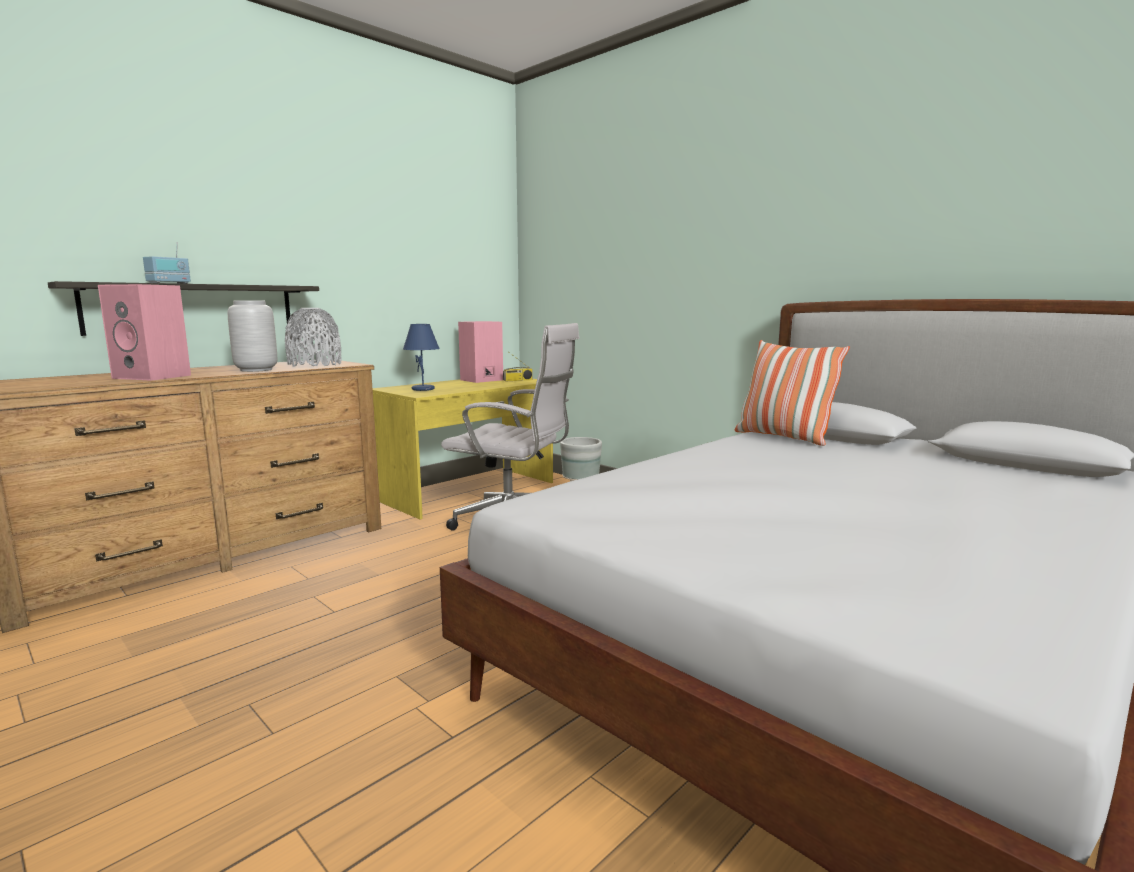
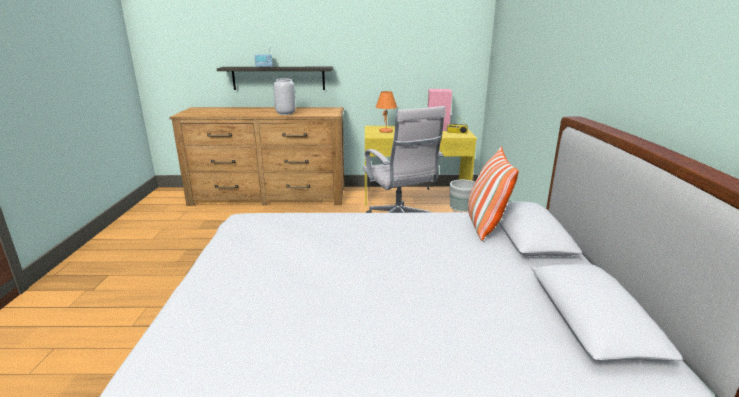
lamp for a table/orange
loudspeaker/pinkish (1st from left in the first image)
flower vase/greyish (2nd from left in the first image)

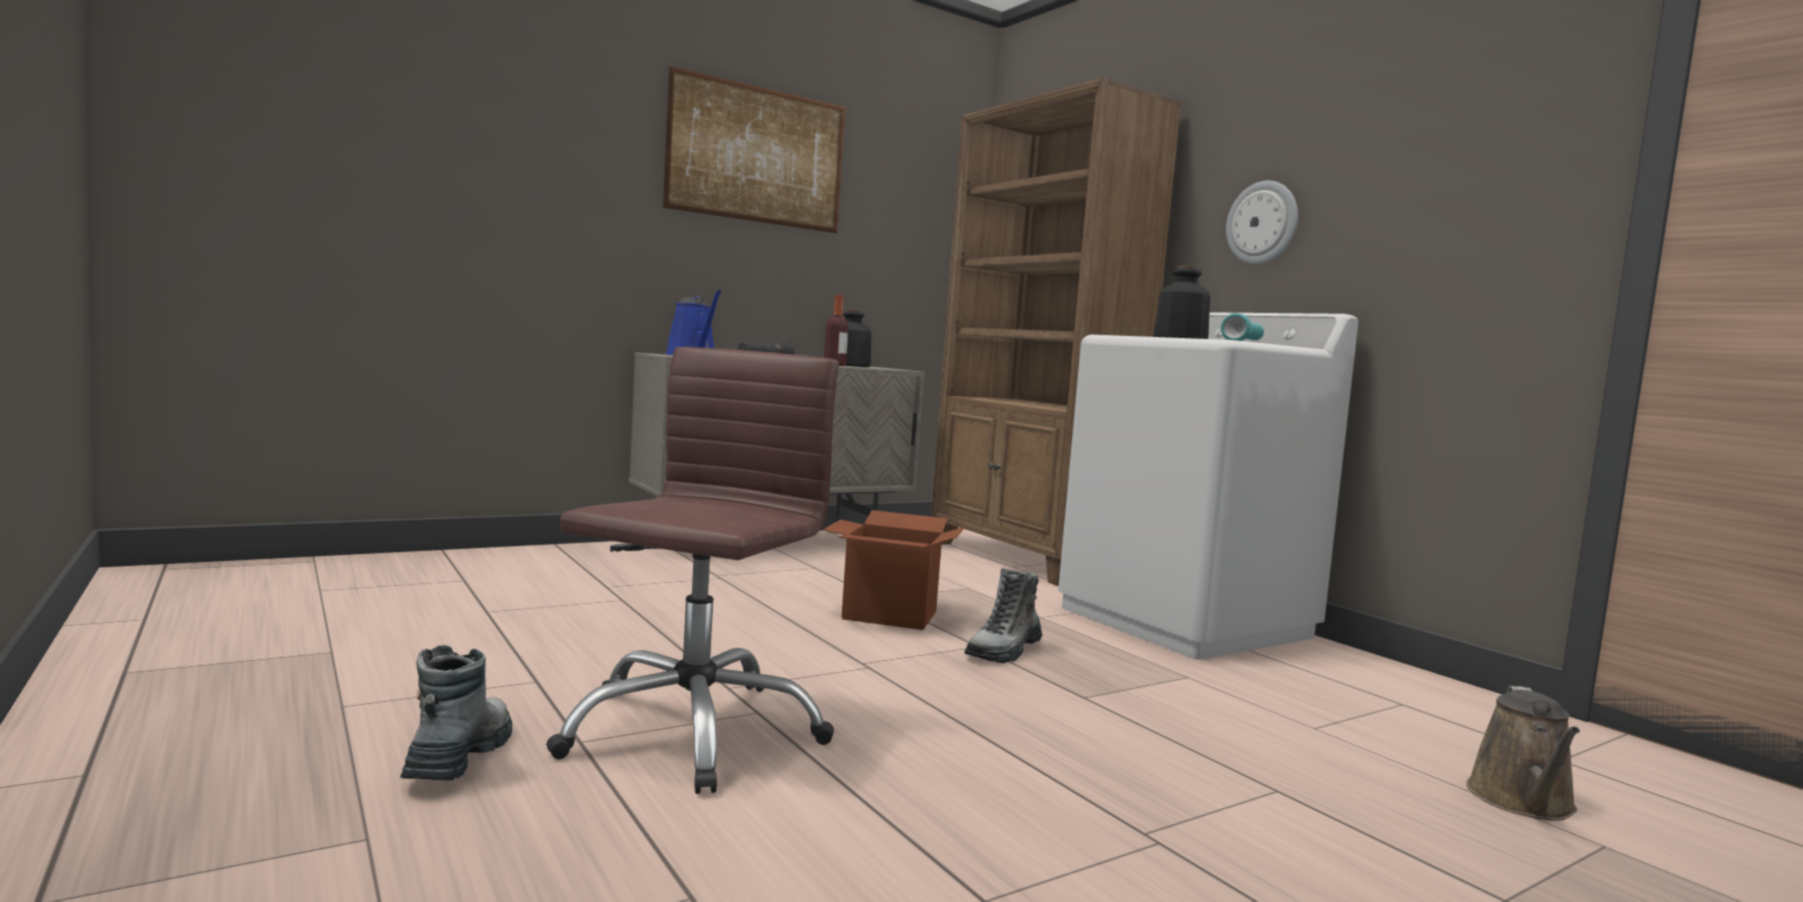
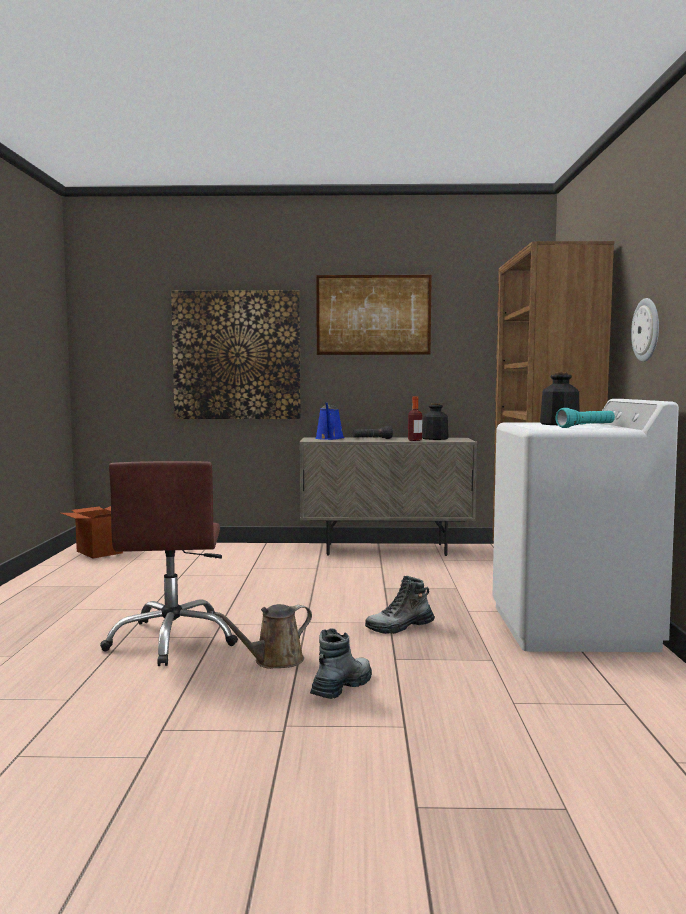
packing box
desk chair/brown
wall art (1st from left)
watering pot/brown
high-top boot (1st from left)

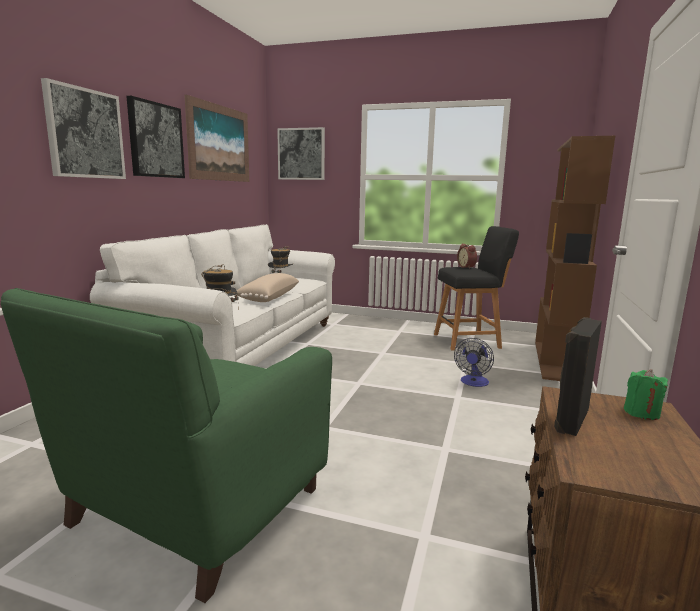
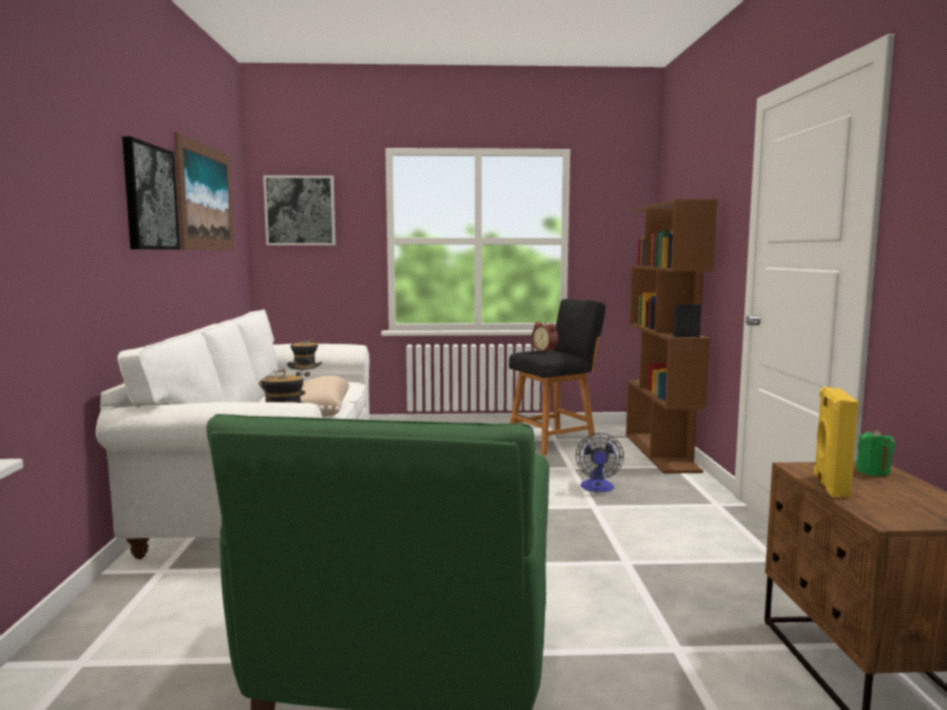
loudspeaker/yellowish
wall art (1st from left in the first image)

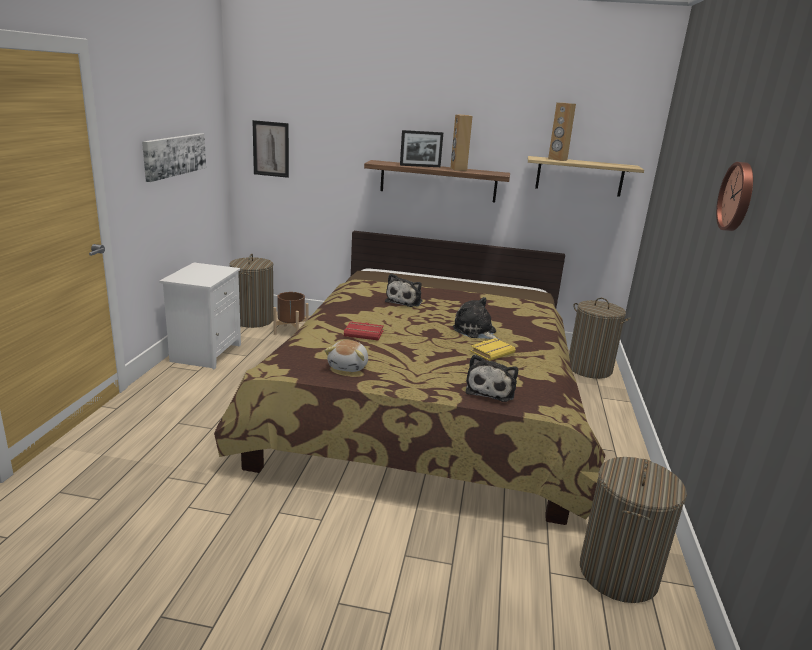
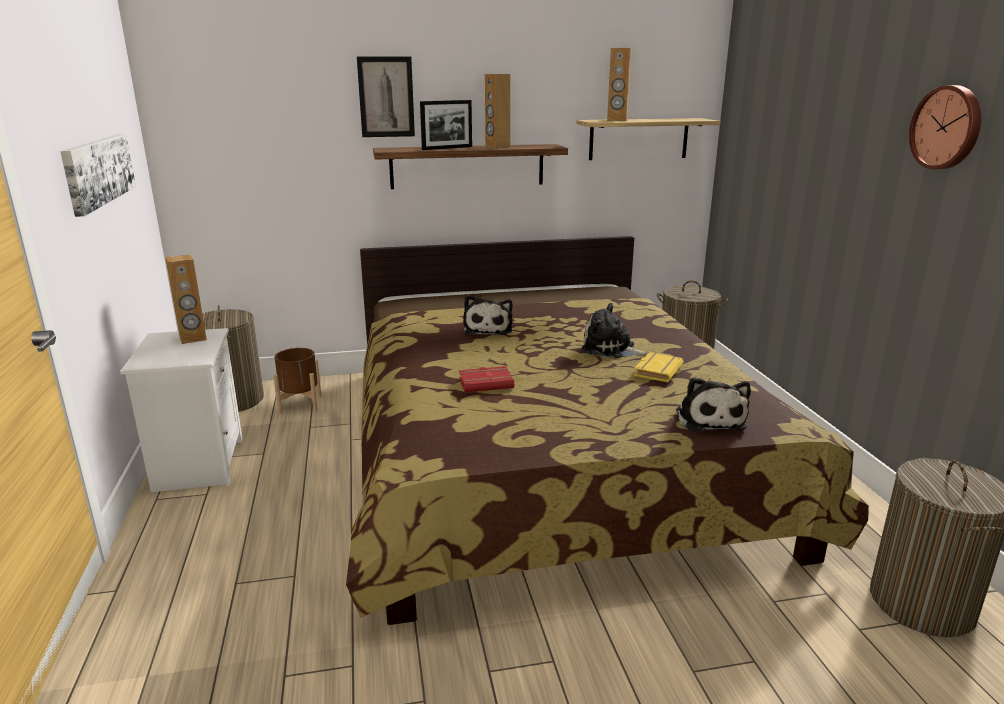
loudspeaker/brown (1st from left)
wall art (2nd from left)
plush toy (1st from left in the first image)

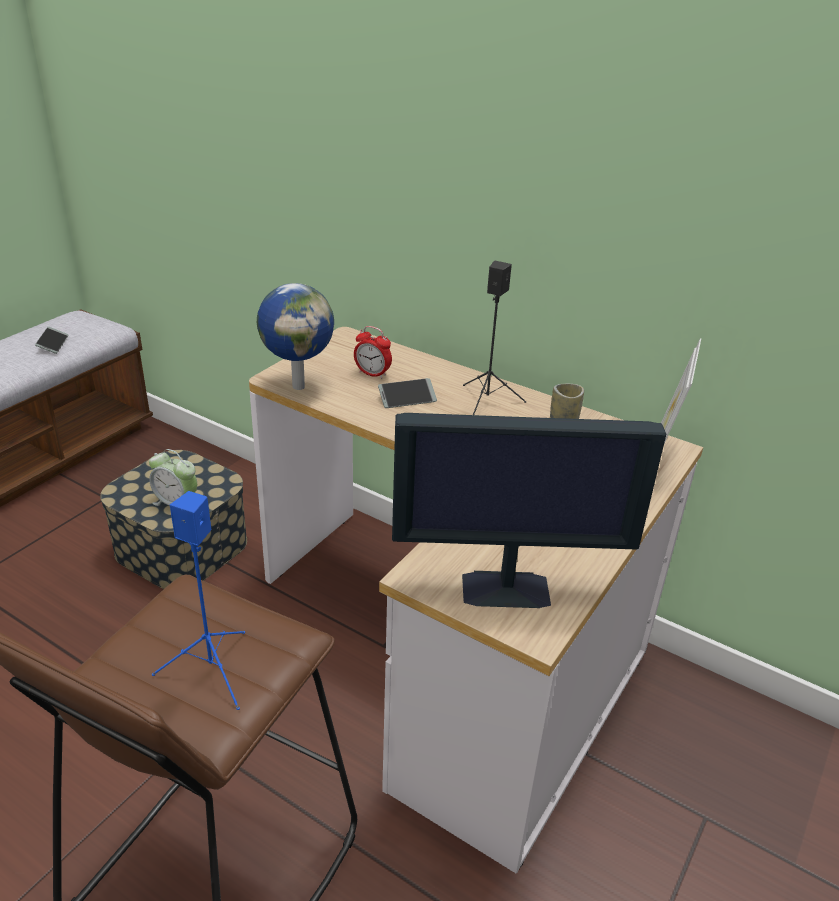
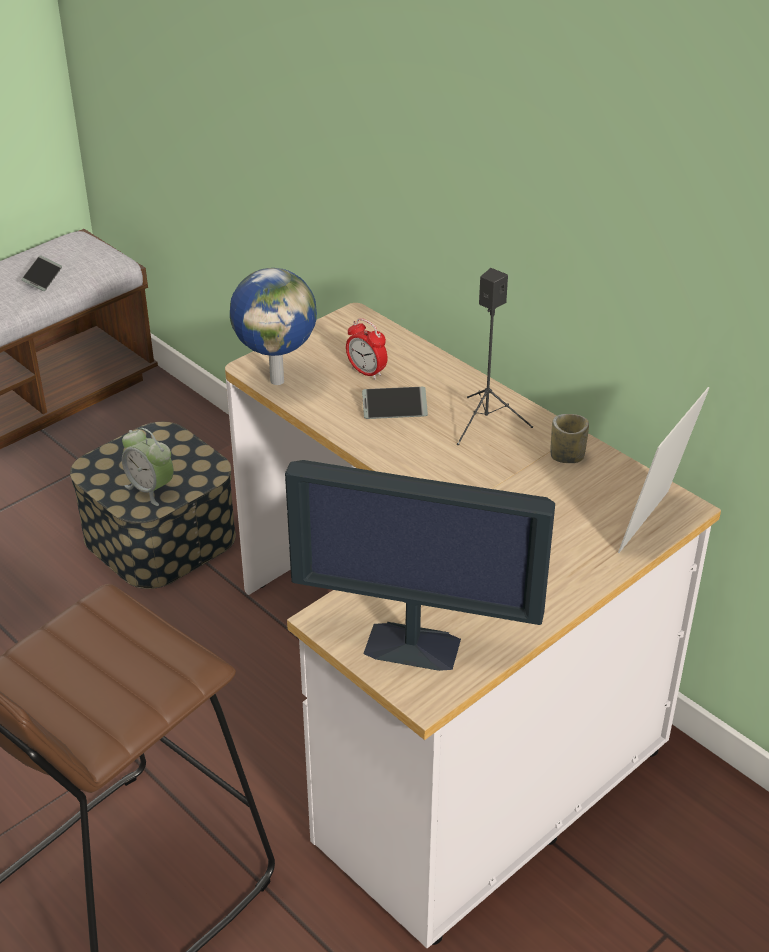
loudspeaker/bluish

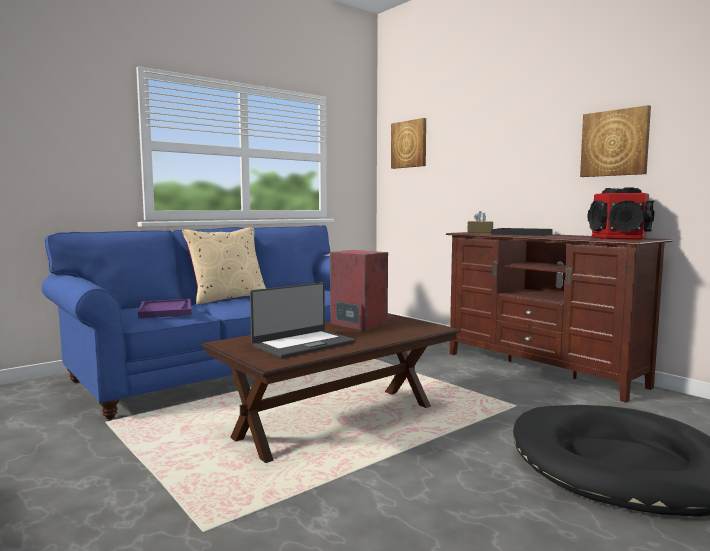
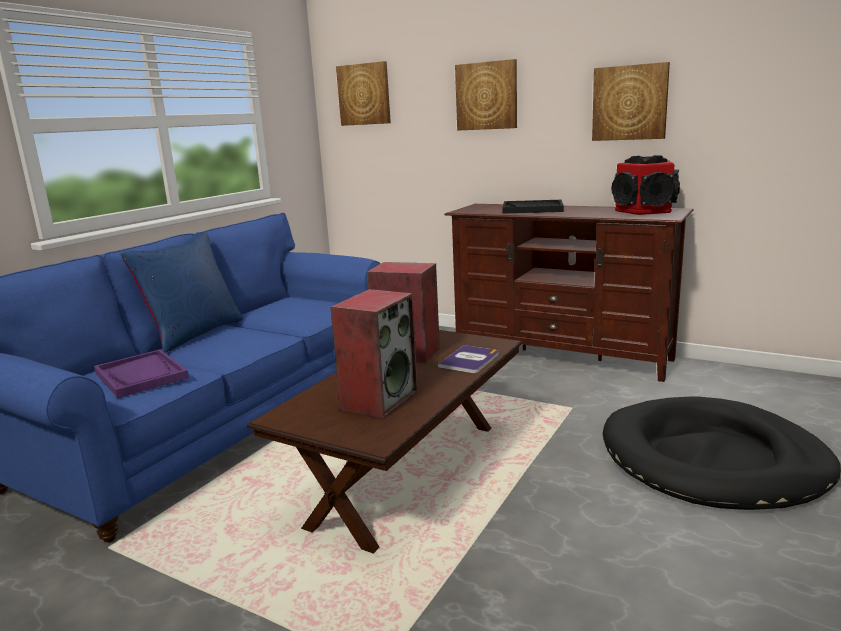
pillow/bluish
loudspeaker (1st from left)
volume
wall art (2nd from left)
box of tissues/brown

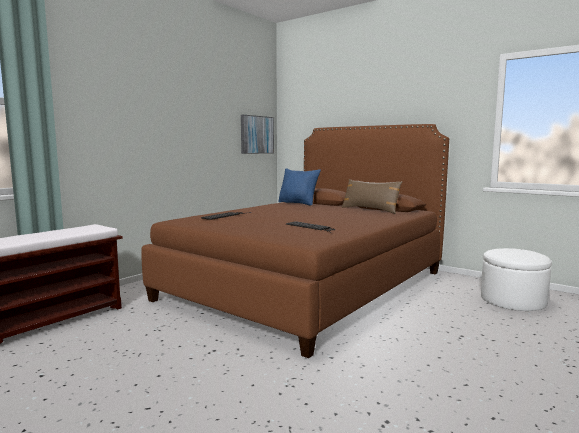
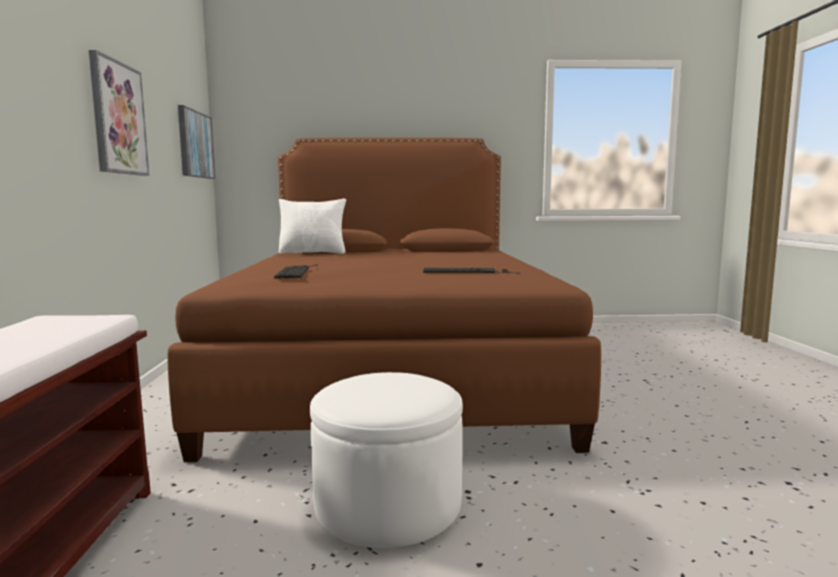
wall art (1st from left)
pillow/whitish
ottoman/whitish
pillow/brown

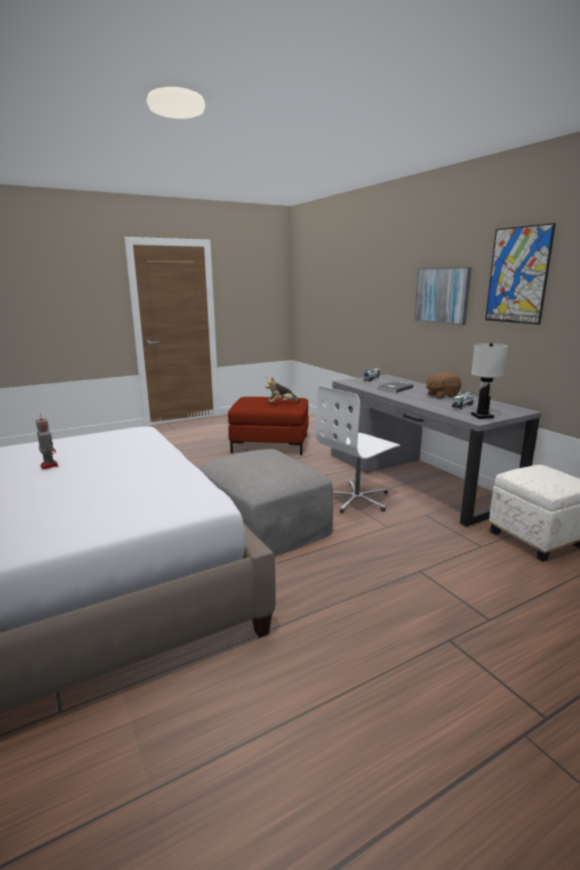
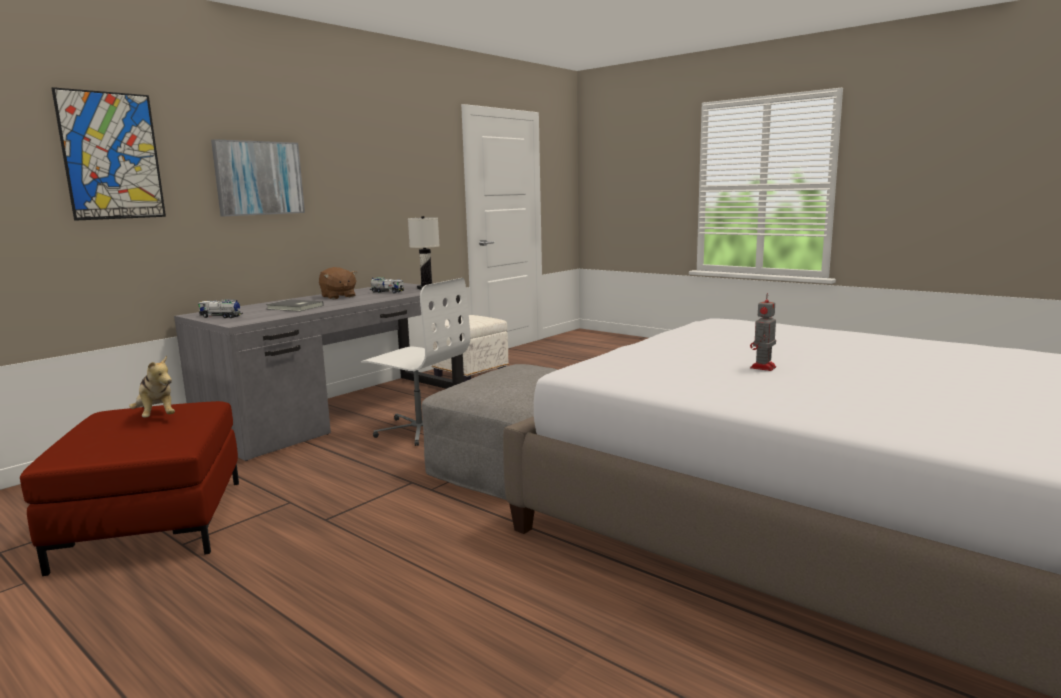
wall art (1st from left)

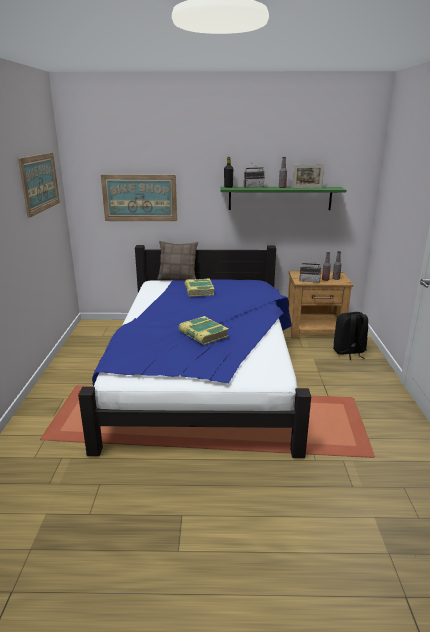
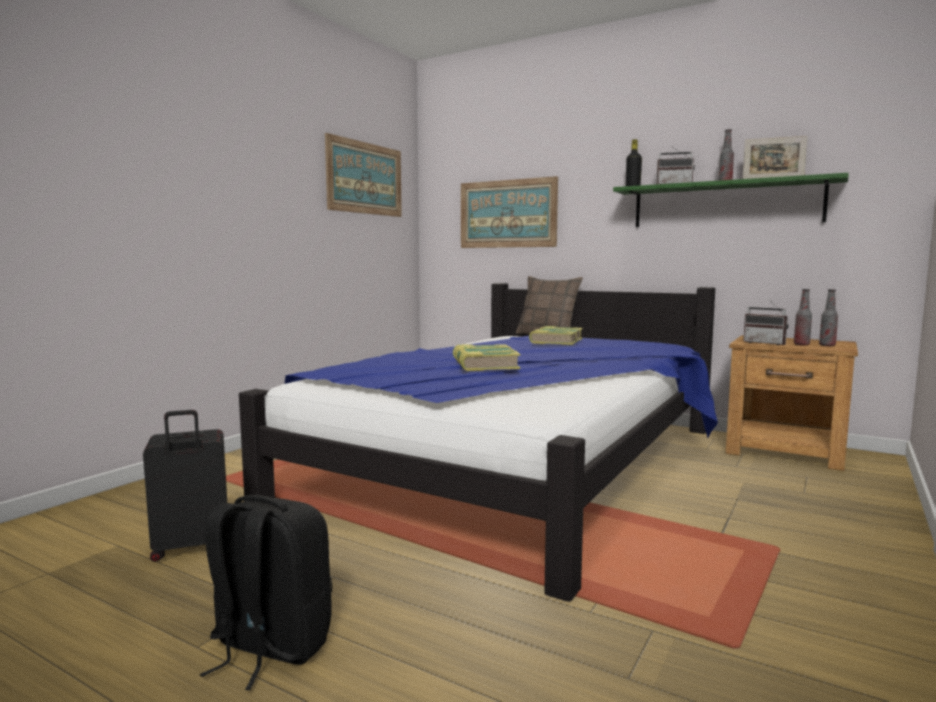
piece of luggage/black
knapsack/black

